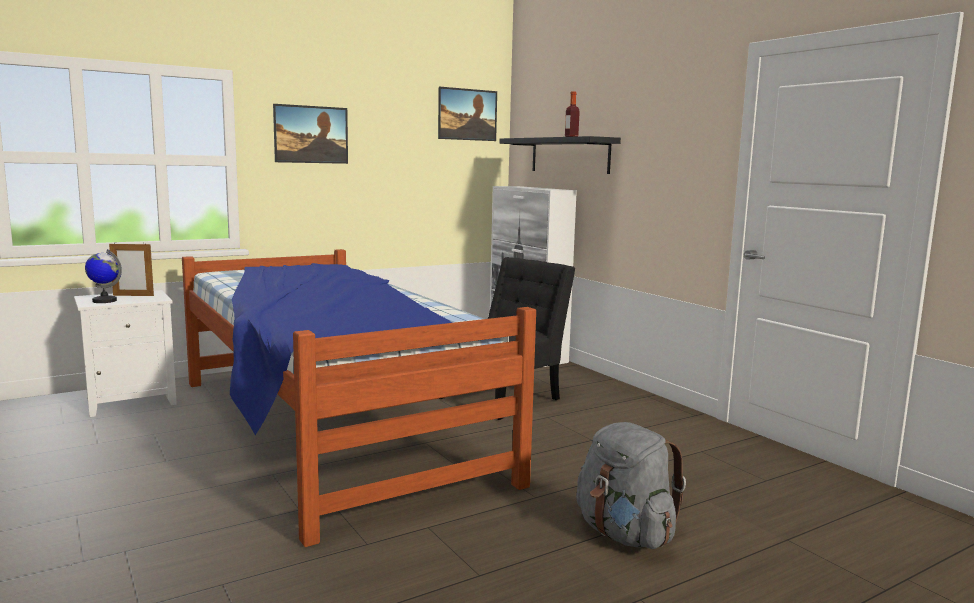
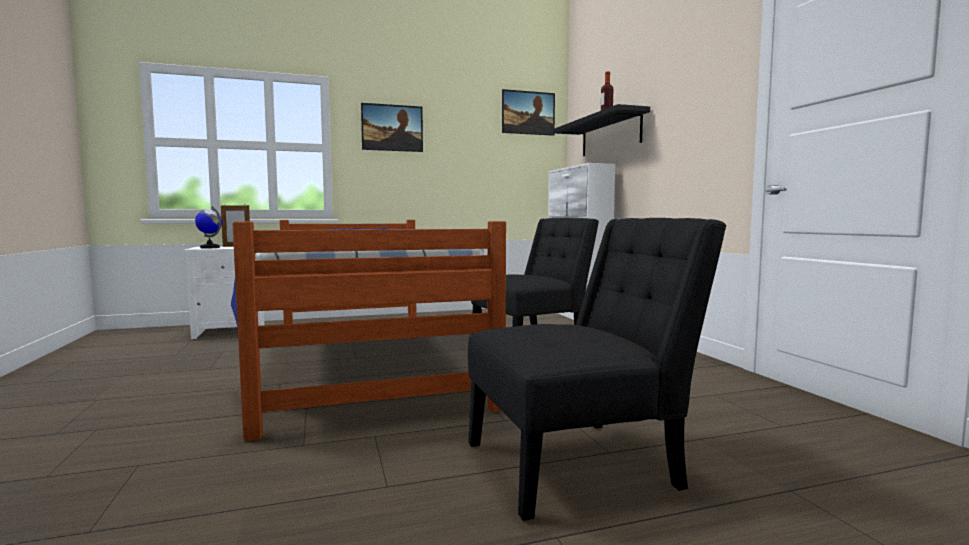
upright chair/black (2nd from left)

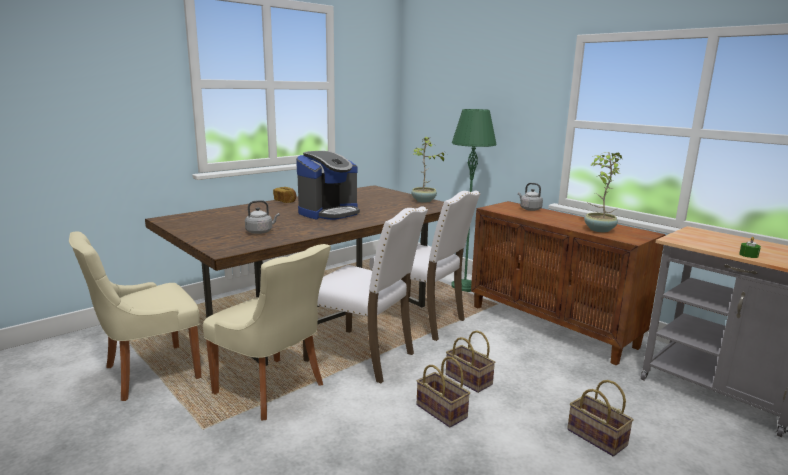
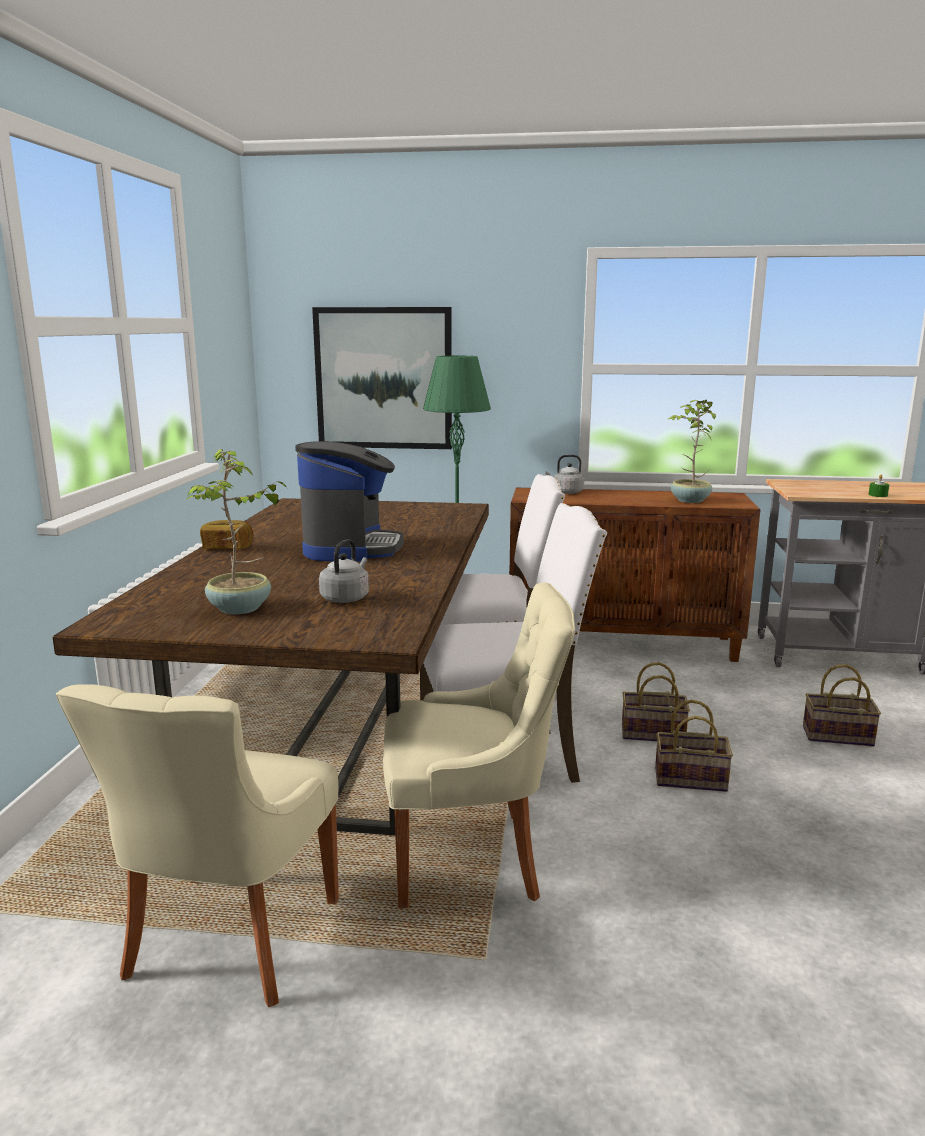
plant in a pot (1st from left)
wall art

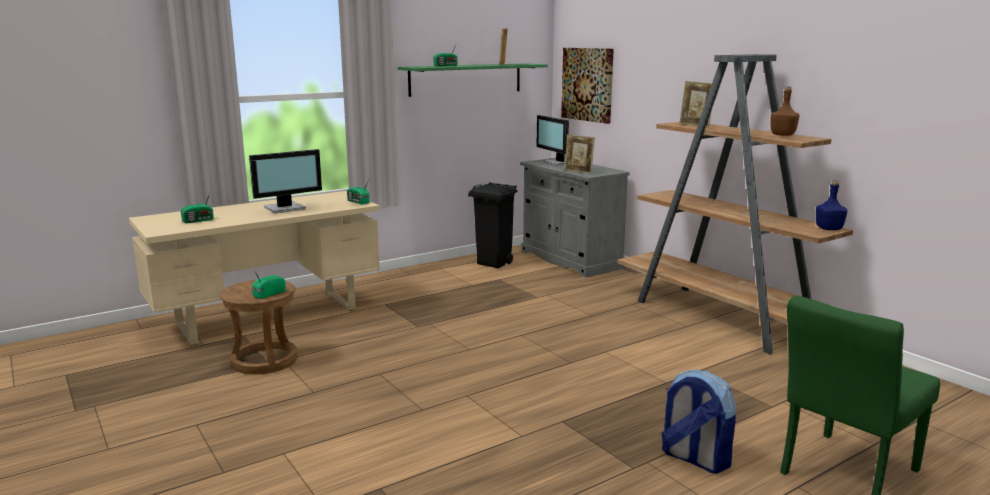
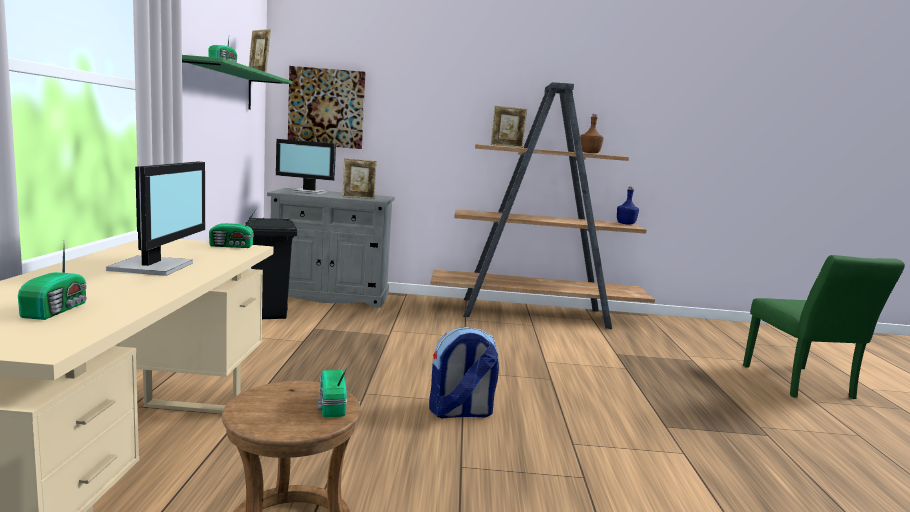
knapsack

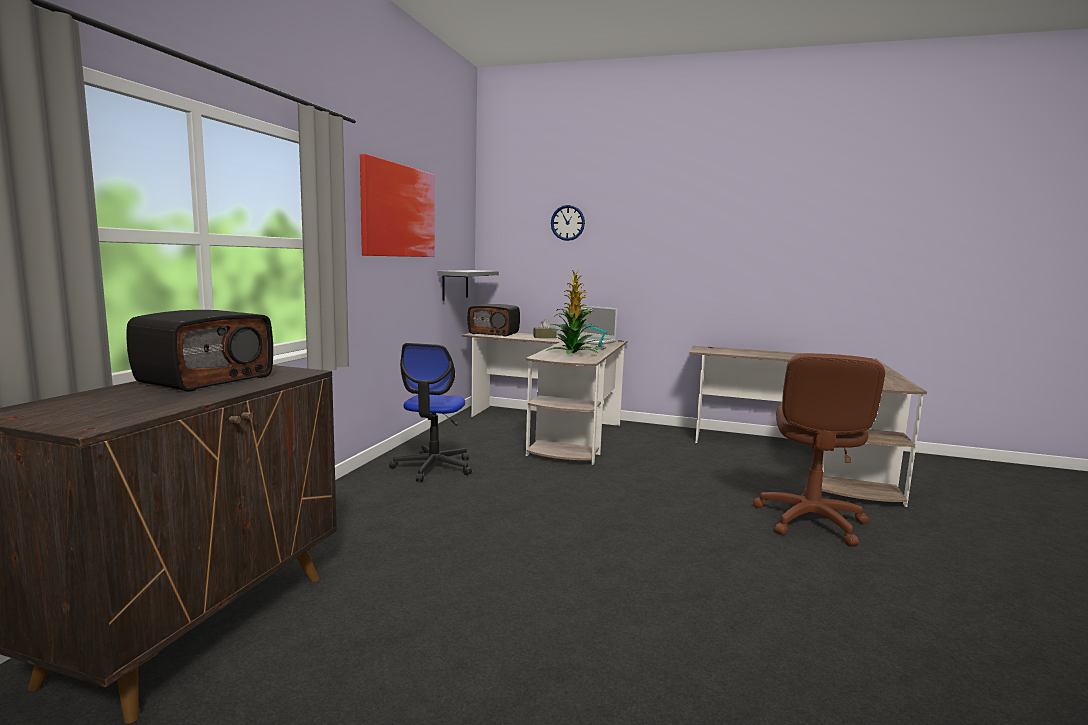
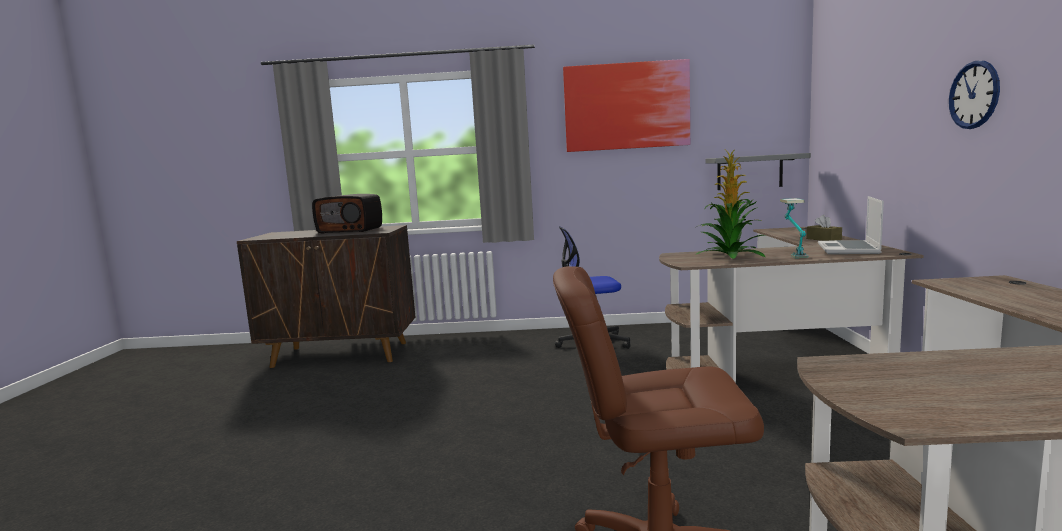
clock on the wall
radio set (2nd from left in the first image)

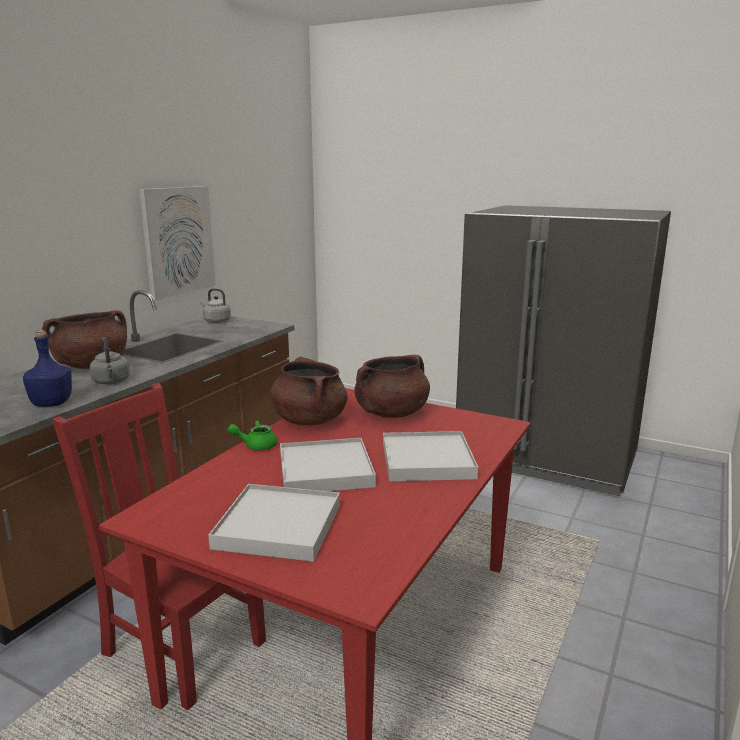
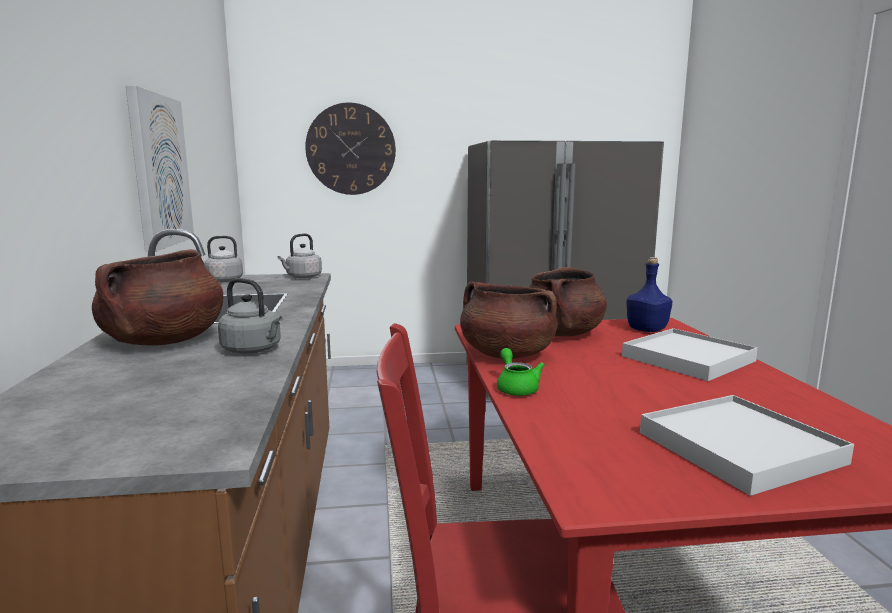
water kettle/greyish (3rd from left)
clock on the wall
pot for tea/green
beverage bottle/bluish
serving tray/whitish (2nd from left in the first image)

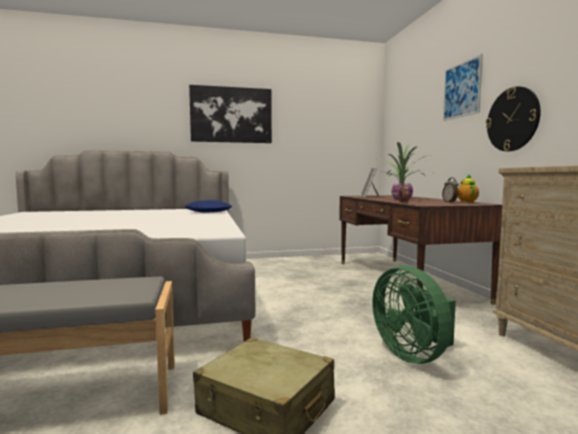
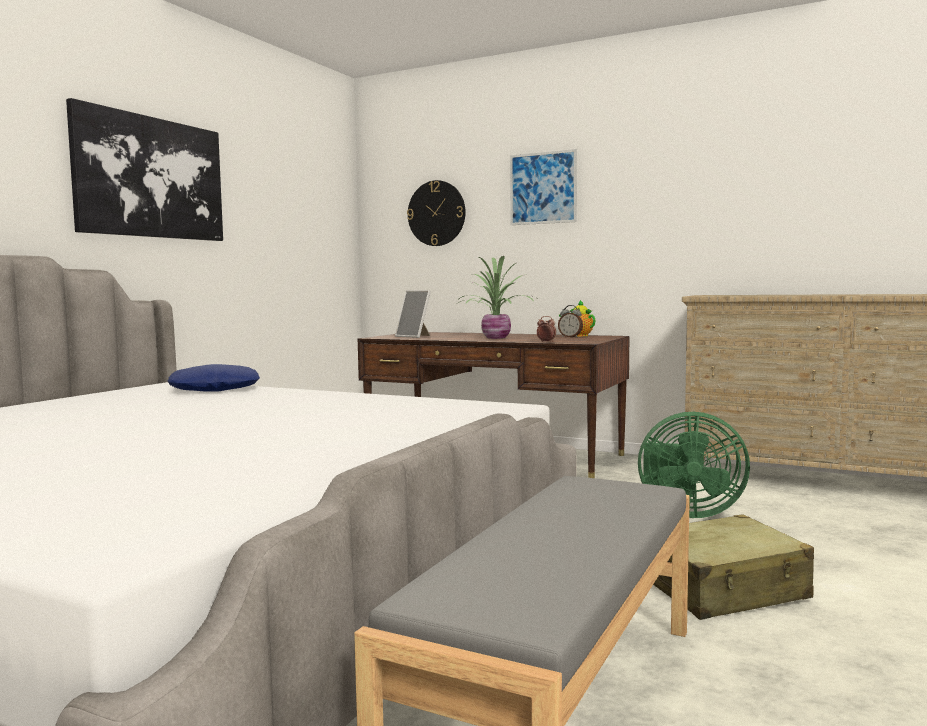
clock on the wall

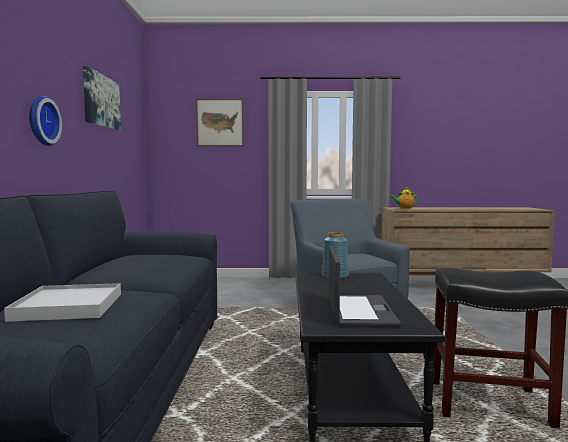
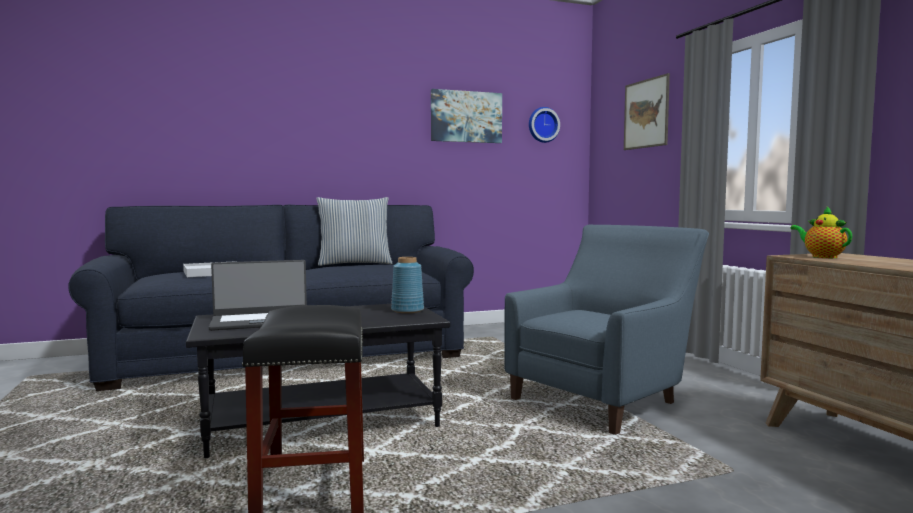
pillow
clock on the wall

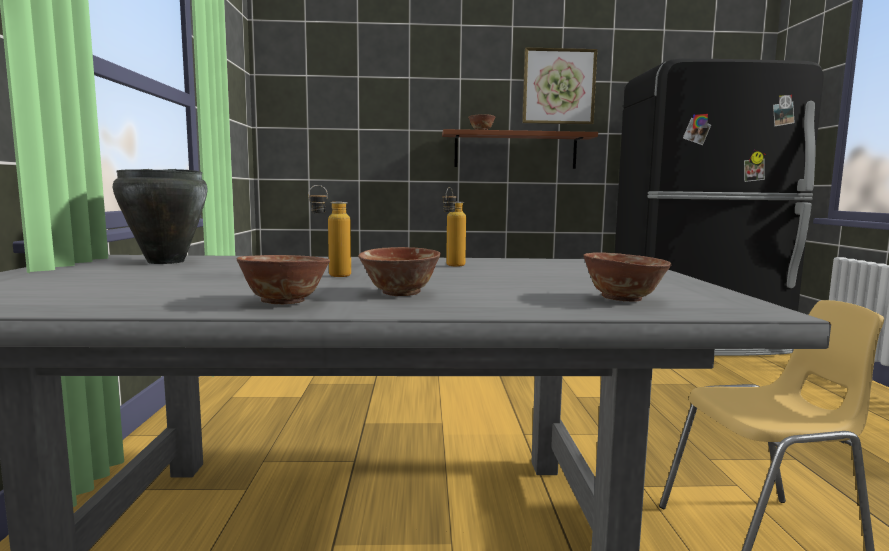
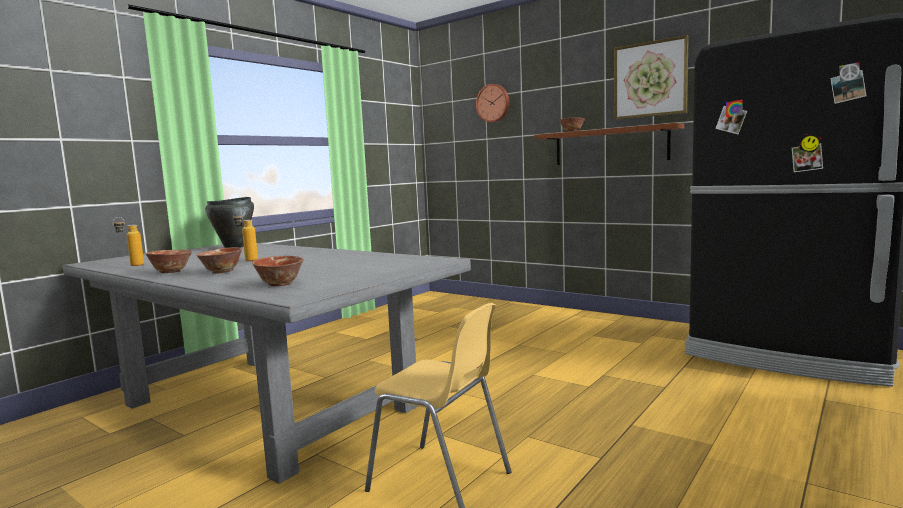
beverage bottle (1st from left)
clock on the wall

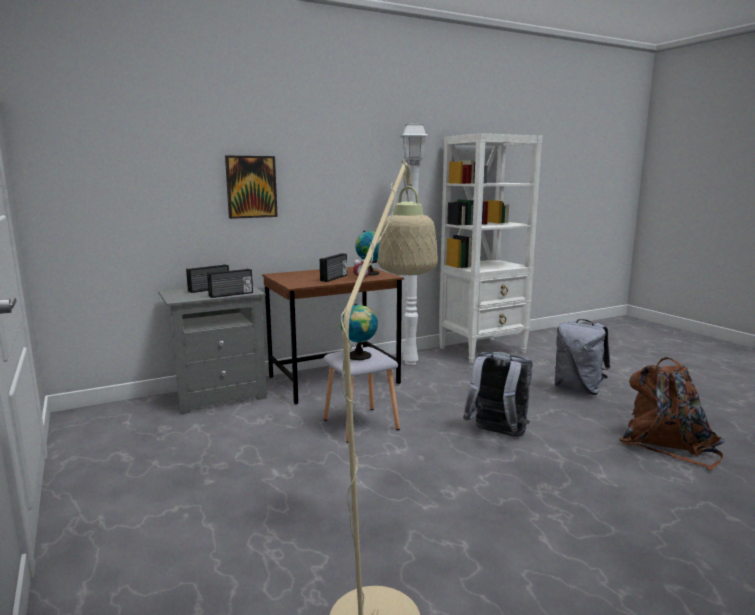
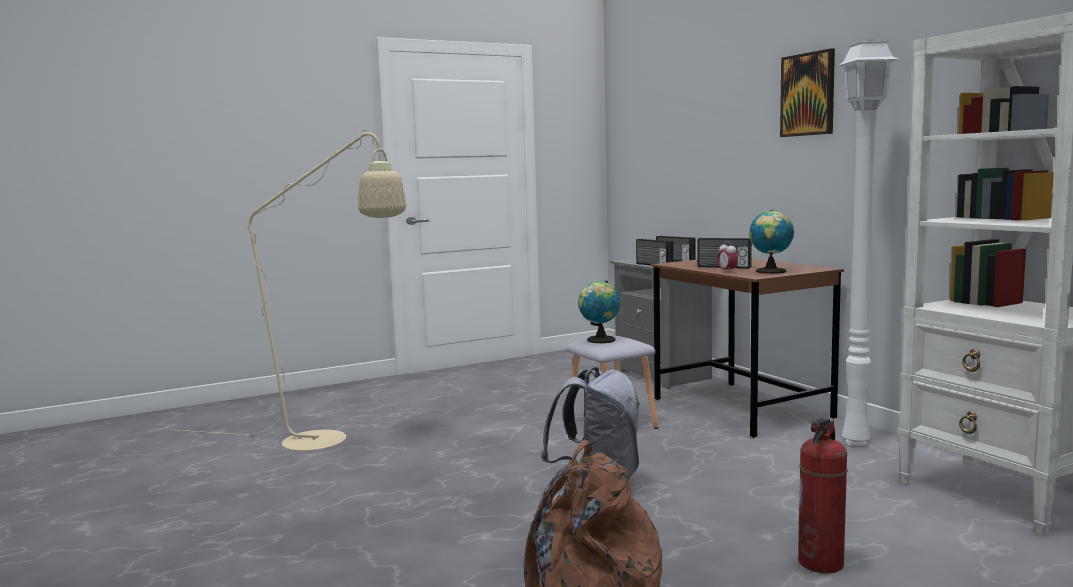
wall art
fire extinguisher

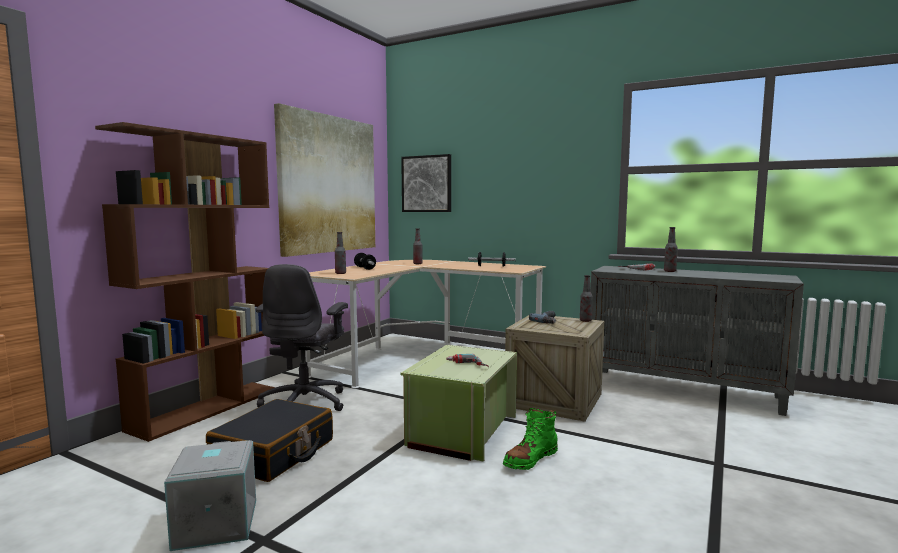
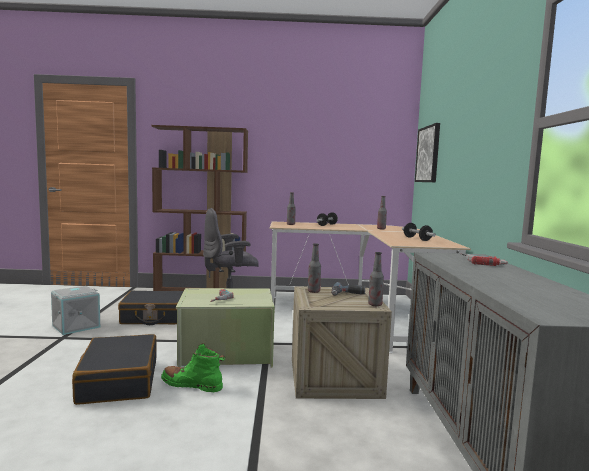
piece of luggage/black (1st from left)
beverage bottle (2nd from left)
wall art (1st from left in the first image)

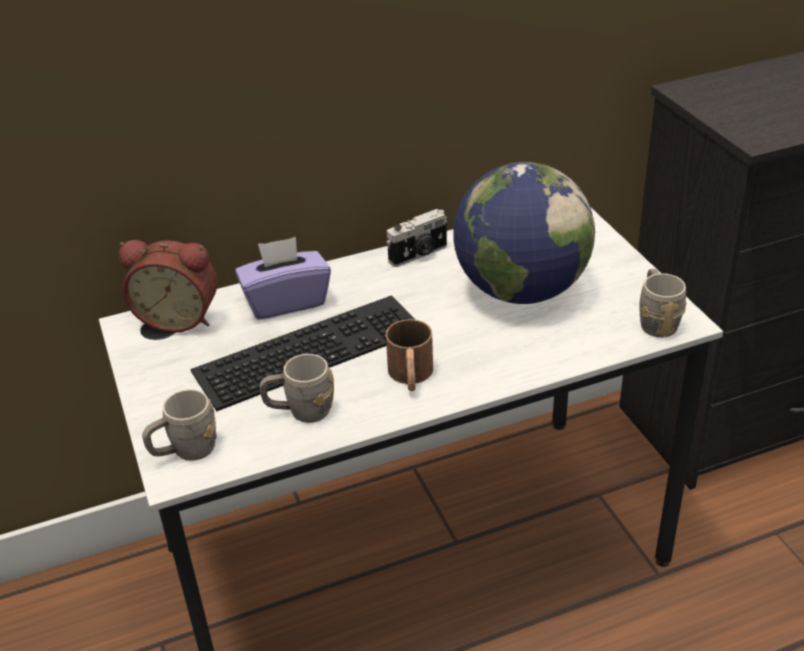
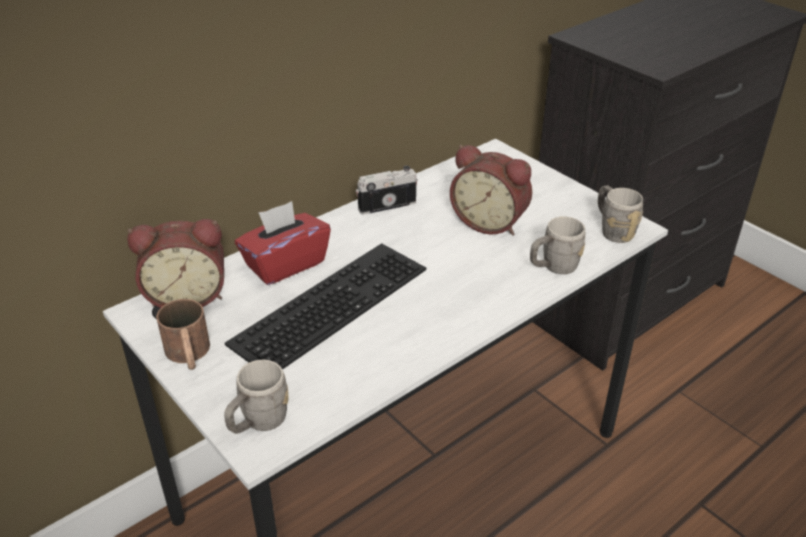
mug/brown
box of tissues/red
photo camera
bedside clock (2nd from left)
mug/greyish (2nd from left)

